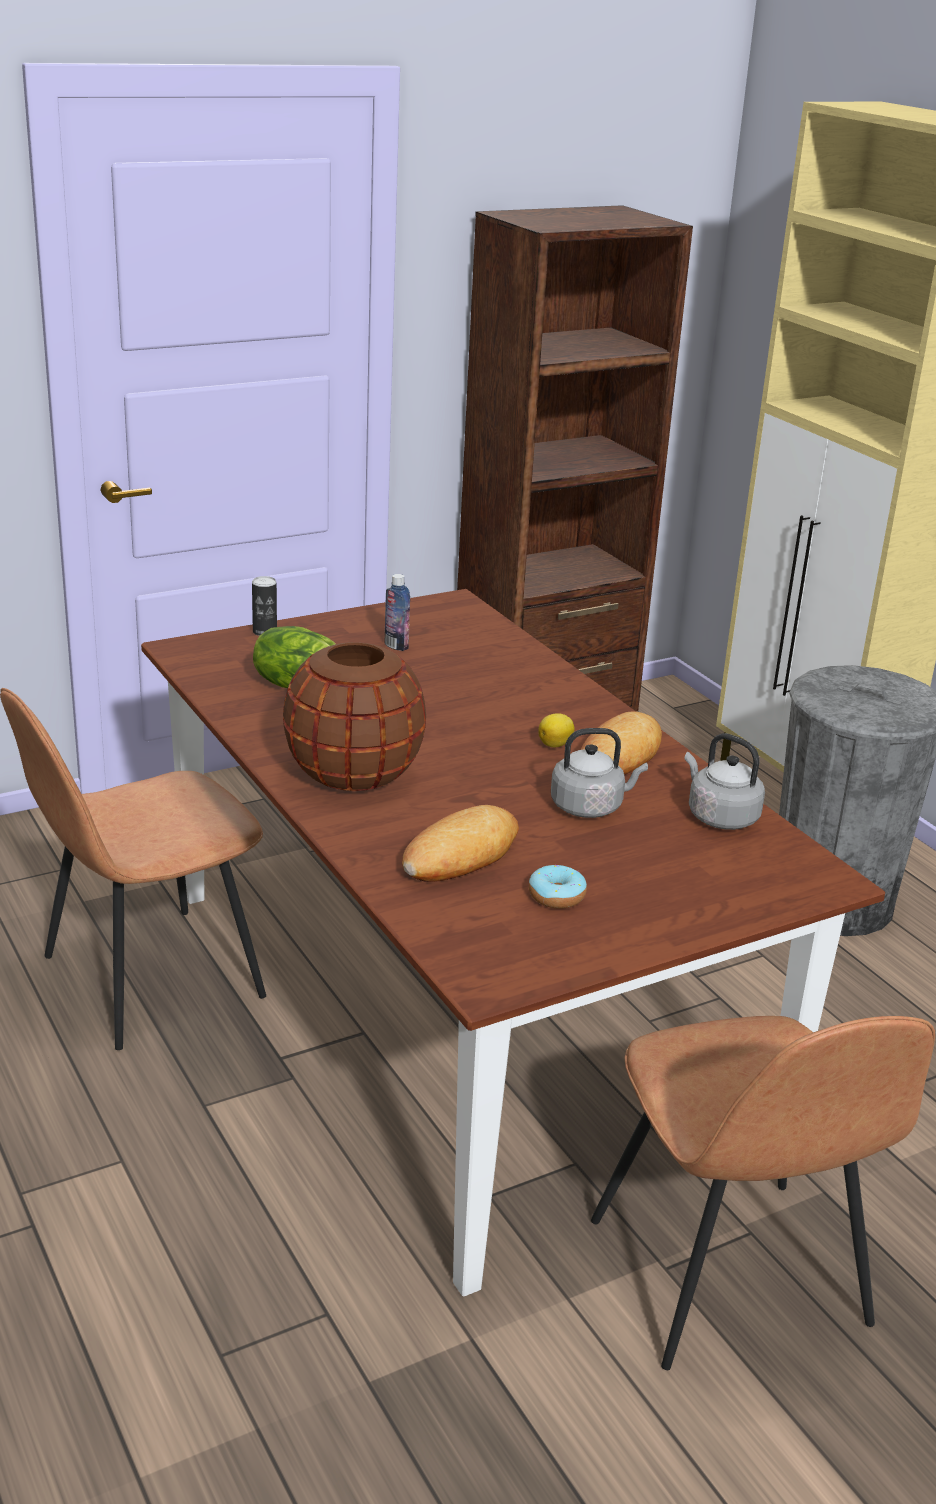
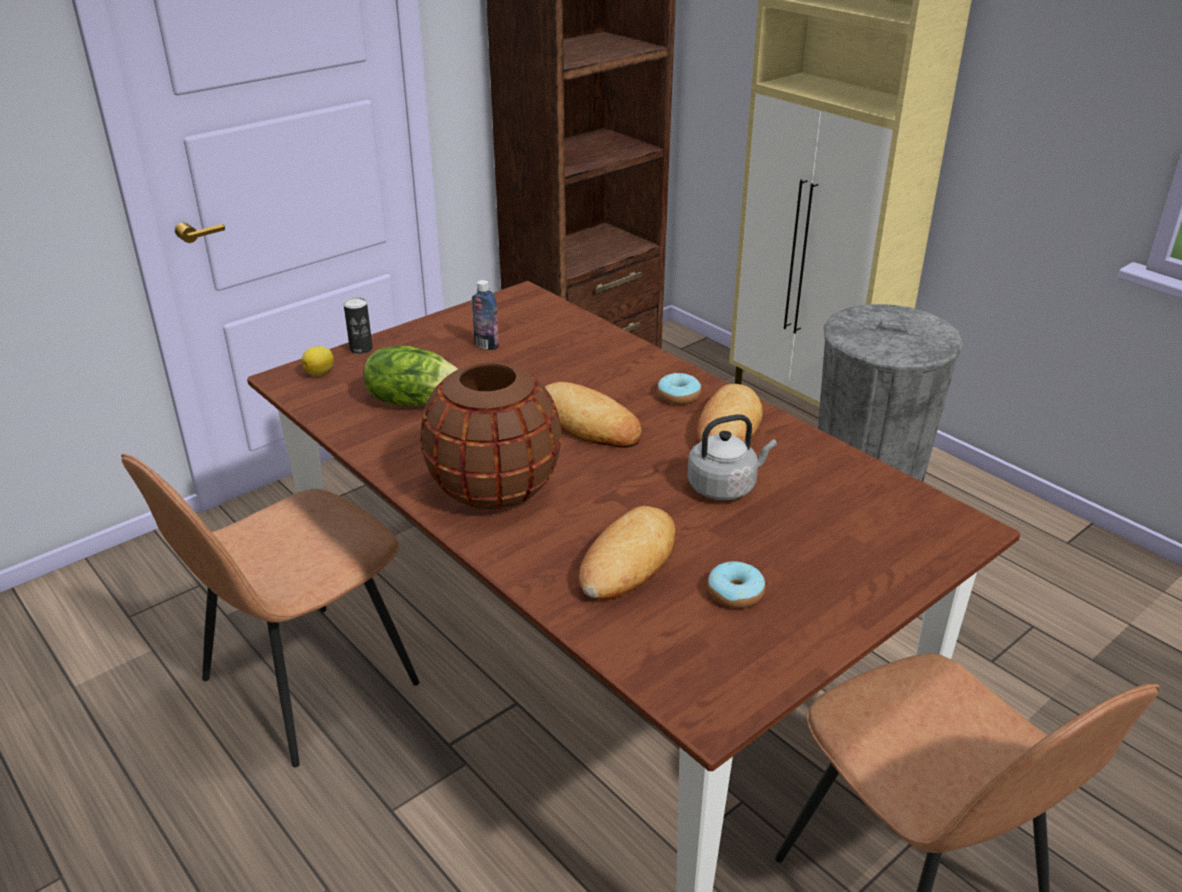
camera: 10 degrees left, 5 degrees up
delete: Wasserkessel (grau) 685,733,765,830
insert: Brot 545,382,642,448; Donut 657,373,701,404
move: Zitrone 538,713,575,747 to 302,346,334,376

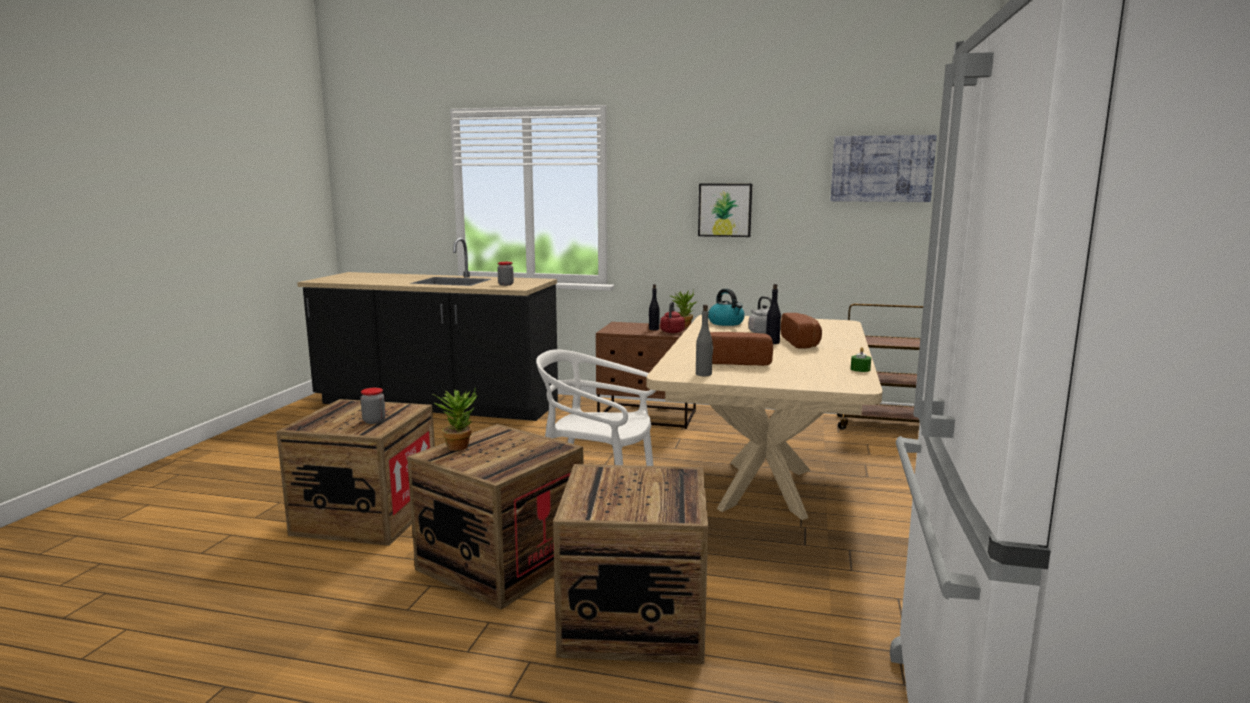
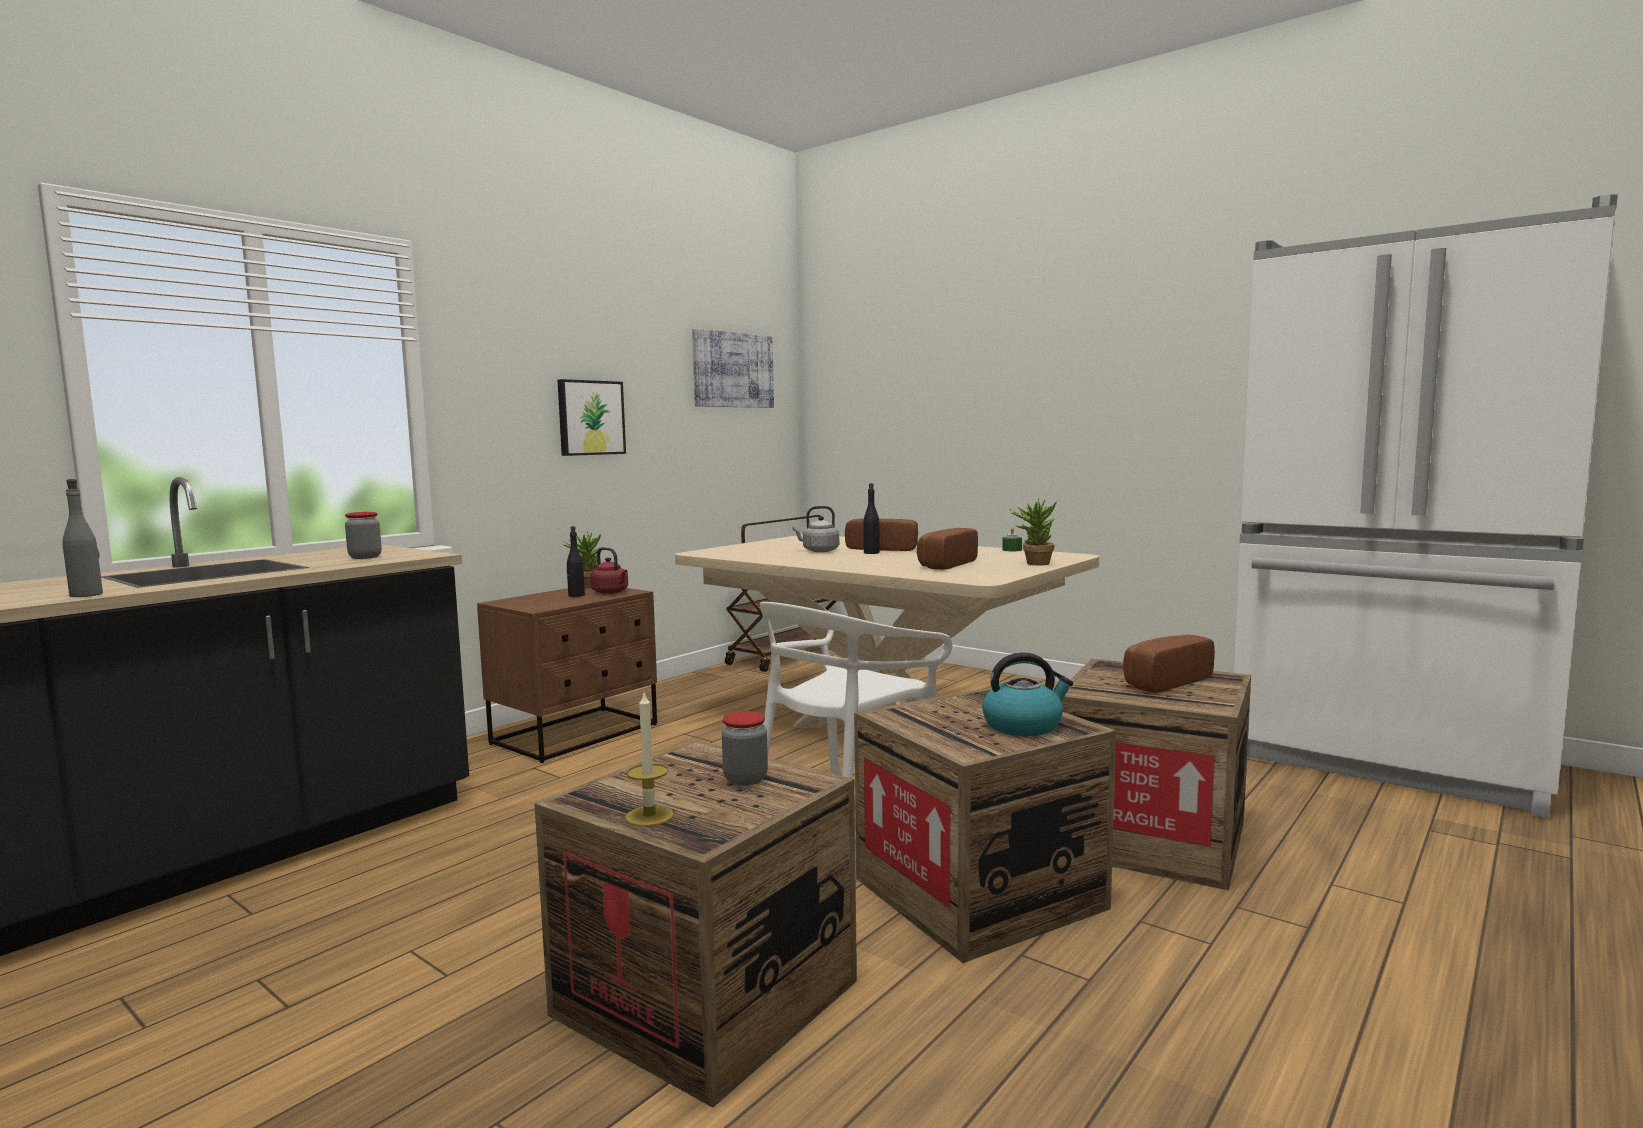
camera: 65 degrees left, 5 degrees down
insert: Kerze 625,693,674,826; Brot 1123,635,1215,693
move: Flasche (grau) 696,305,713,376 to 62,479,103,597; Wasserkessel 708,289,745,326 to 982,652,1073,736; Topfpflanze 432,388,477,451 to 1010,498,1057,566

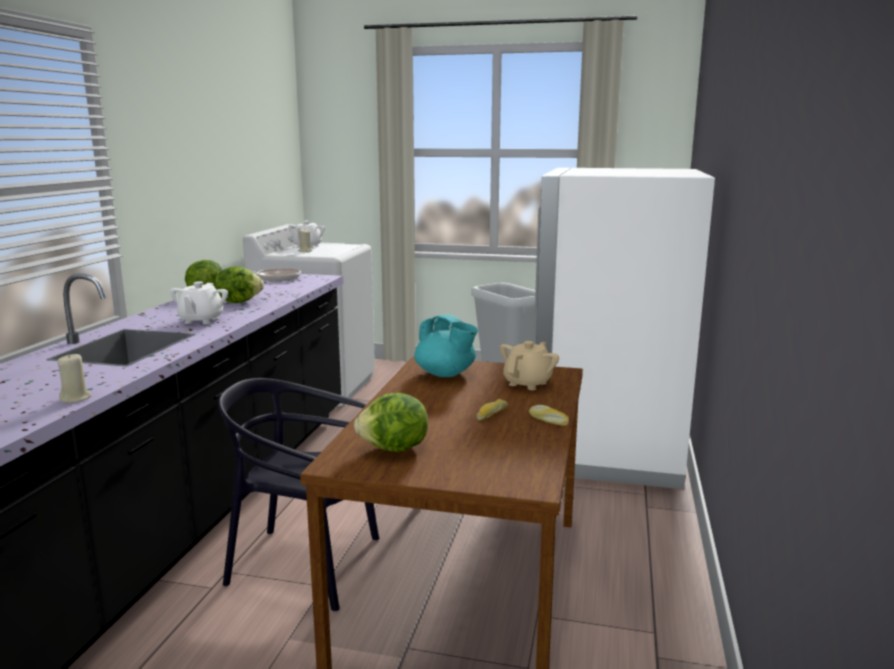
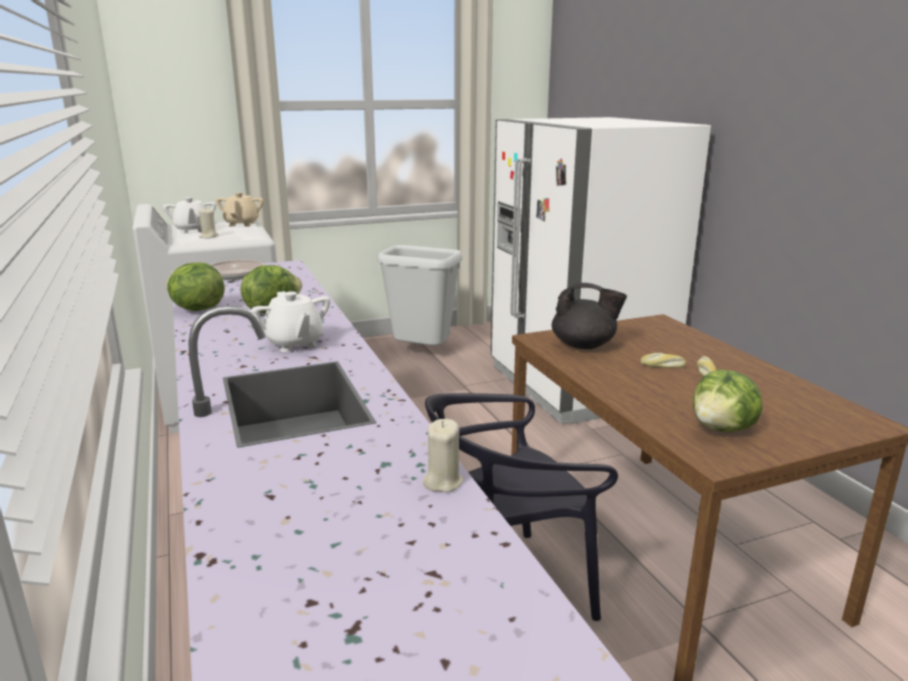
camera: 35 degrees left, 5 degrees up
move: Teekanne (beige) 500,341,559,390 to 216,192,264,227; Brot 529,405,569,426 to 640,353,686,368
recolor: Teekanne (türkis) 414,315,478,377 to Teekanne (schwarz) 552,283,627,349

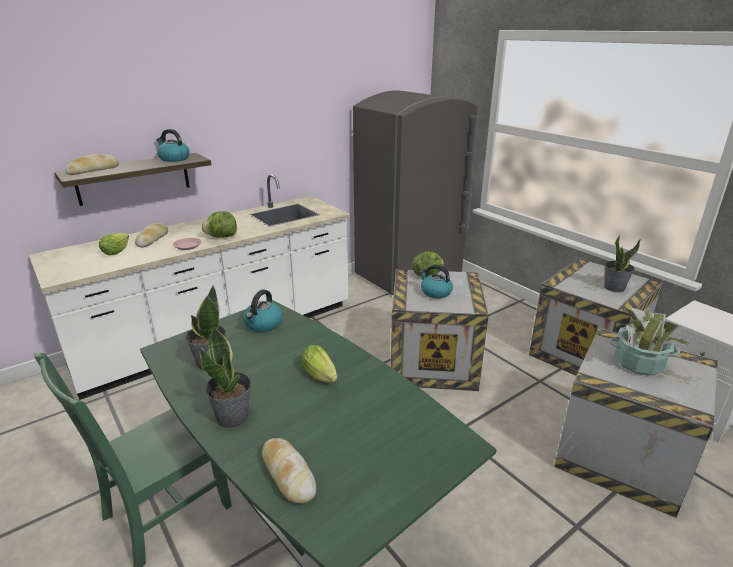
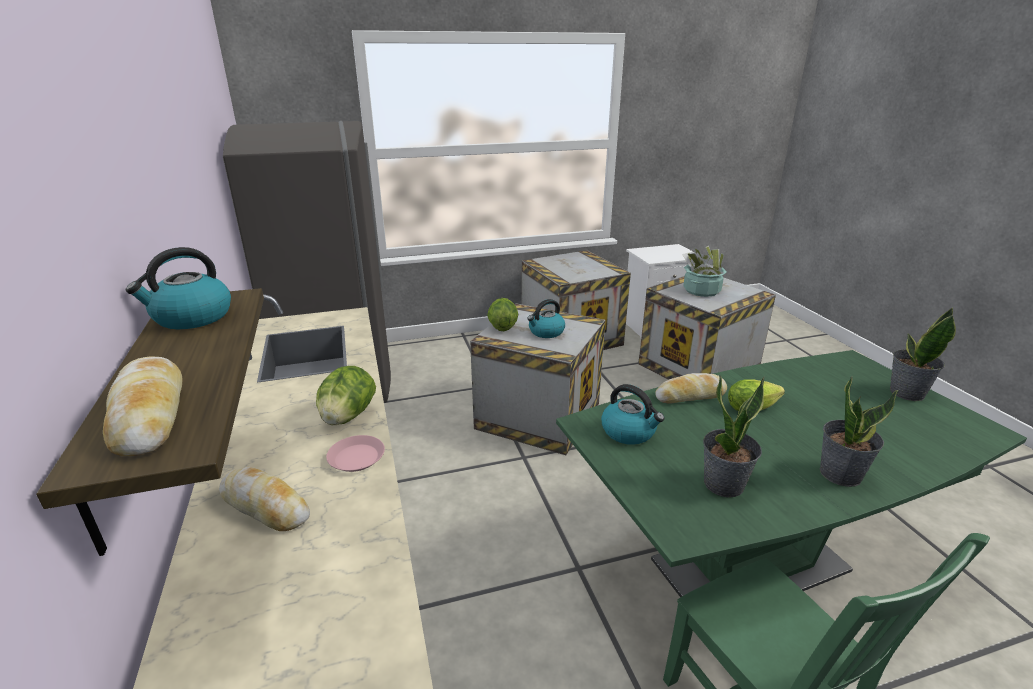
camera: 70 degrees left, 0 degrees up
delete: Salatkopf 99,233,129,255
move: Brot 262,438,316,504 to 655,373,727,404; Topfpflanze 604,235,641,292 to 890,308,956,401

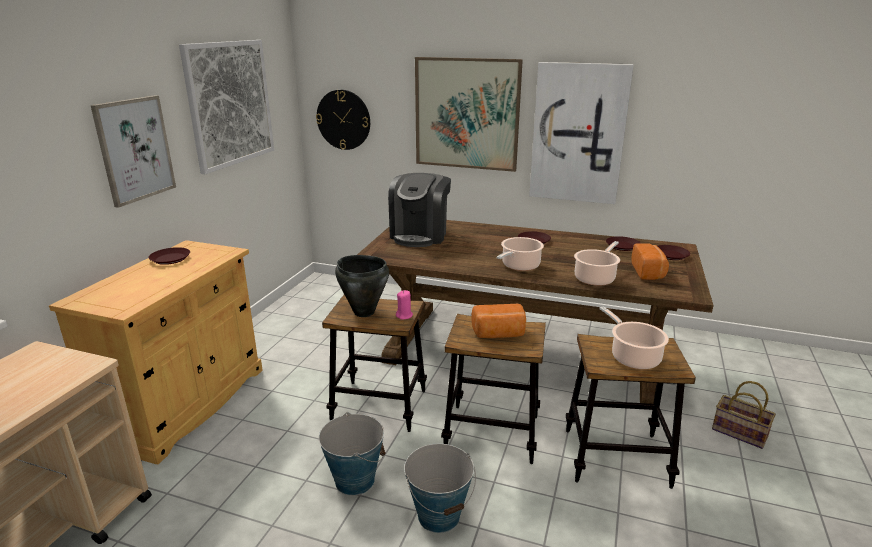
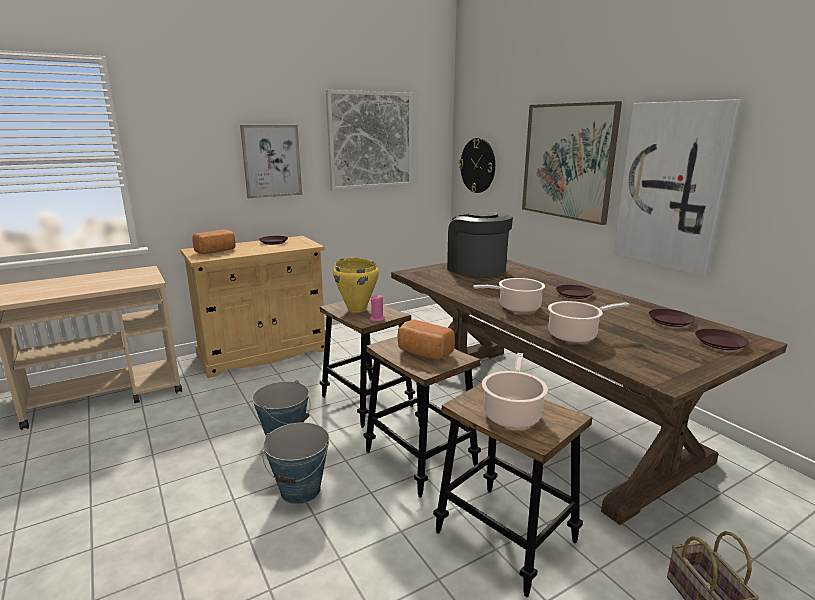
camera: 40 degrees right, 5 degrees down
move: Brot 631,243,669,280 to 192,229,236,254
recolor: Kochtopf (schwarz) 335,255,389,317 to Kochtopf (gelb) 333,257,379,313
rotate: Kaffeemaschine 388,173,451,247 = 447,212,513,277 90 degrees clockwise

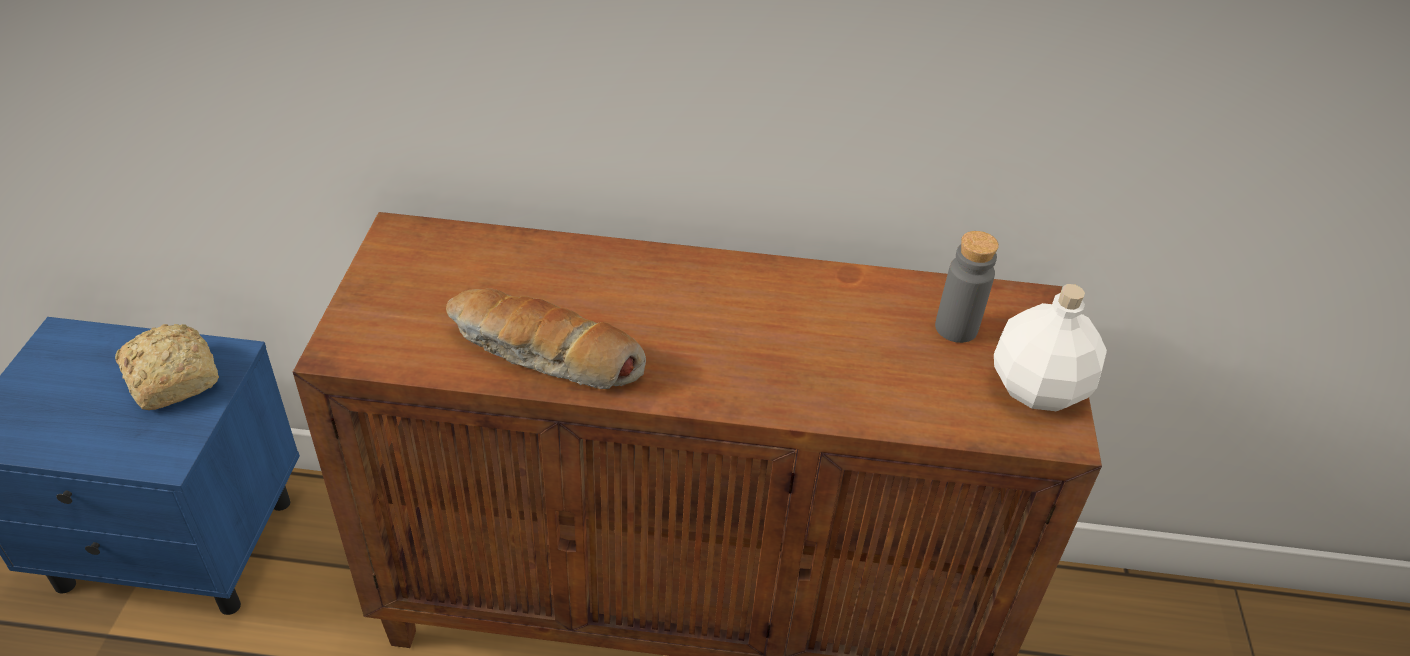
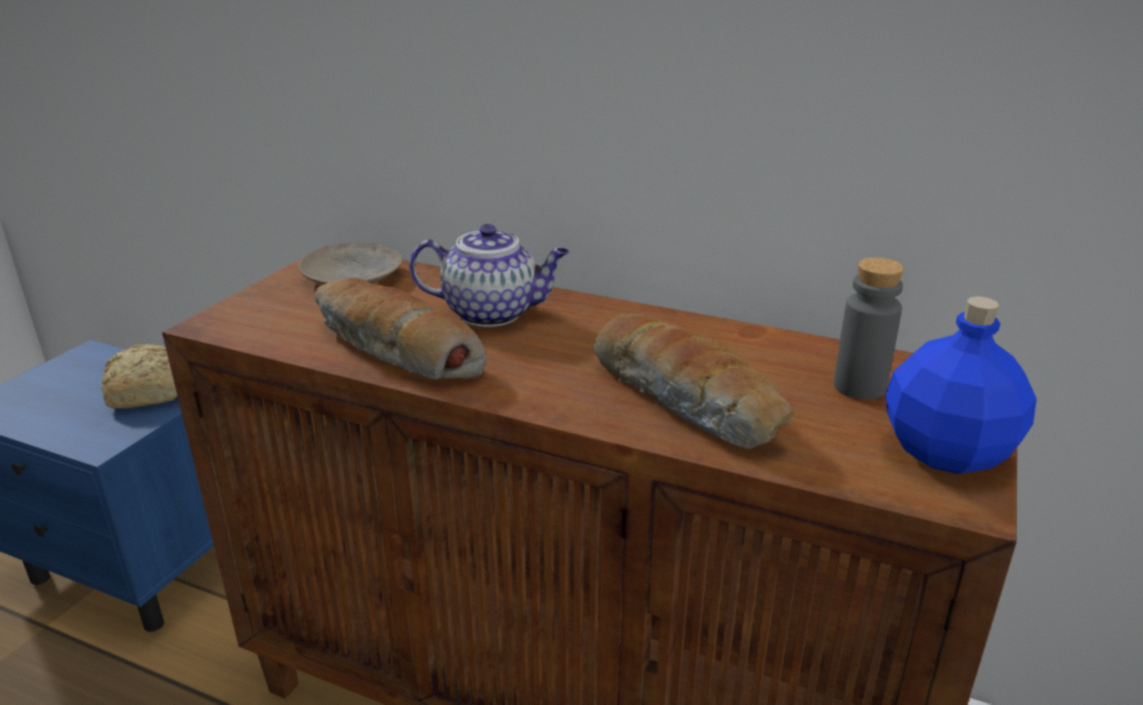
camera: 20 degrees right, 15 degrees down
insert: Teller (beige) 299,242,402,285; Teekanne 409,224,569,327; Brot 594,314,793,449
recolor: Flasche (weiß) 994,284,1107,411 to Flasche (blau) 885,296,1037,474

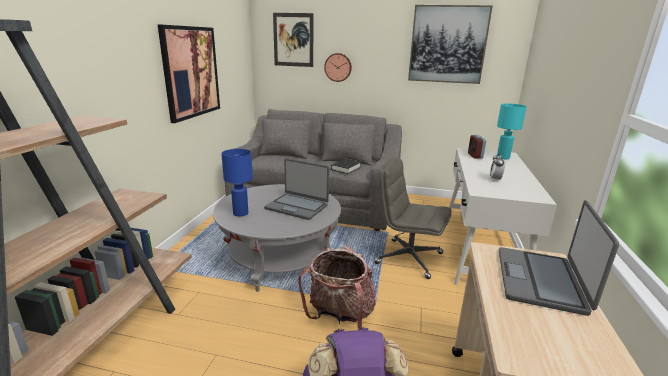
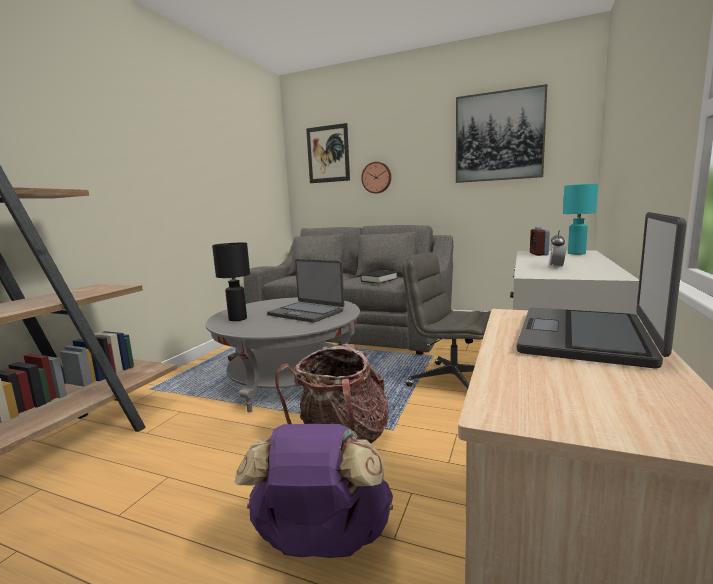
camera: 10 degrees right, 10 degrees down
delete: Bild 157,24,220,123
recolor: Tischlampe (blau) 221,149,253,217 to Tischlampe (schwarz) 212,243,250,321

